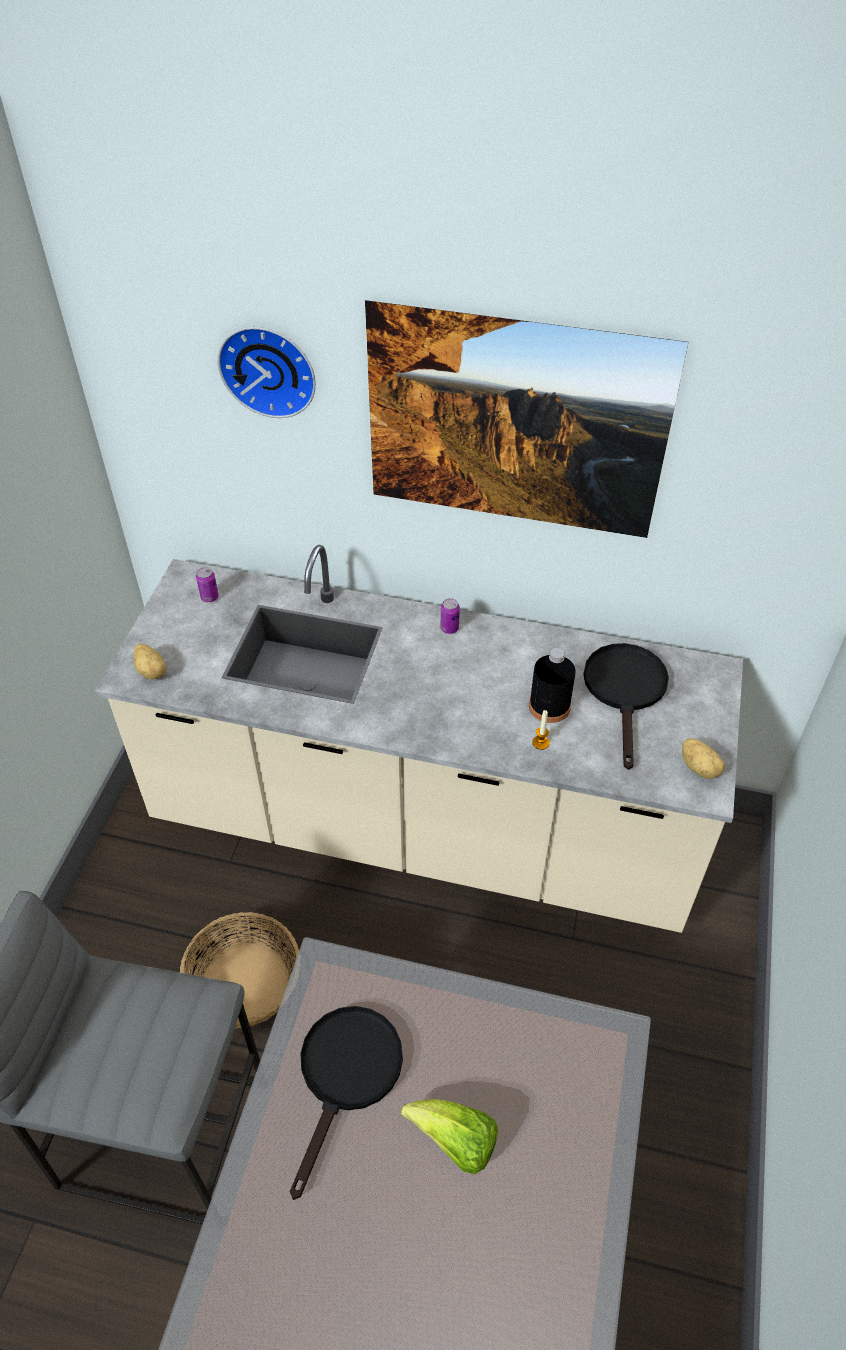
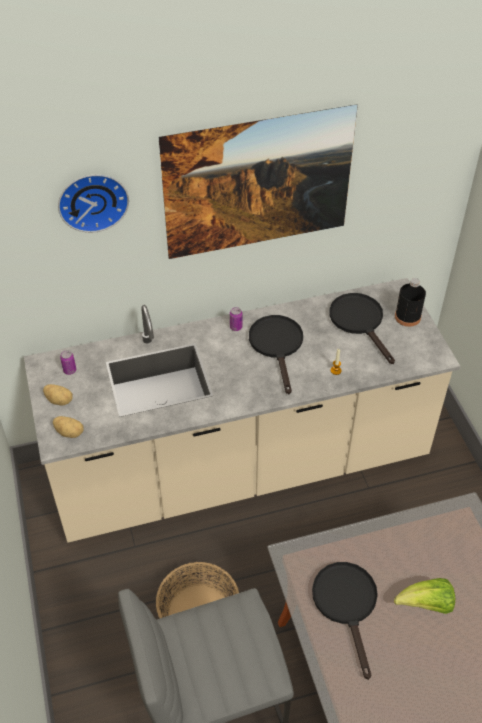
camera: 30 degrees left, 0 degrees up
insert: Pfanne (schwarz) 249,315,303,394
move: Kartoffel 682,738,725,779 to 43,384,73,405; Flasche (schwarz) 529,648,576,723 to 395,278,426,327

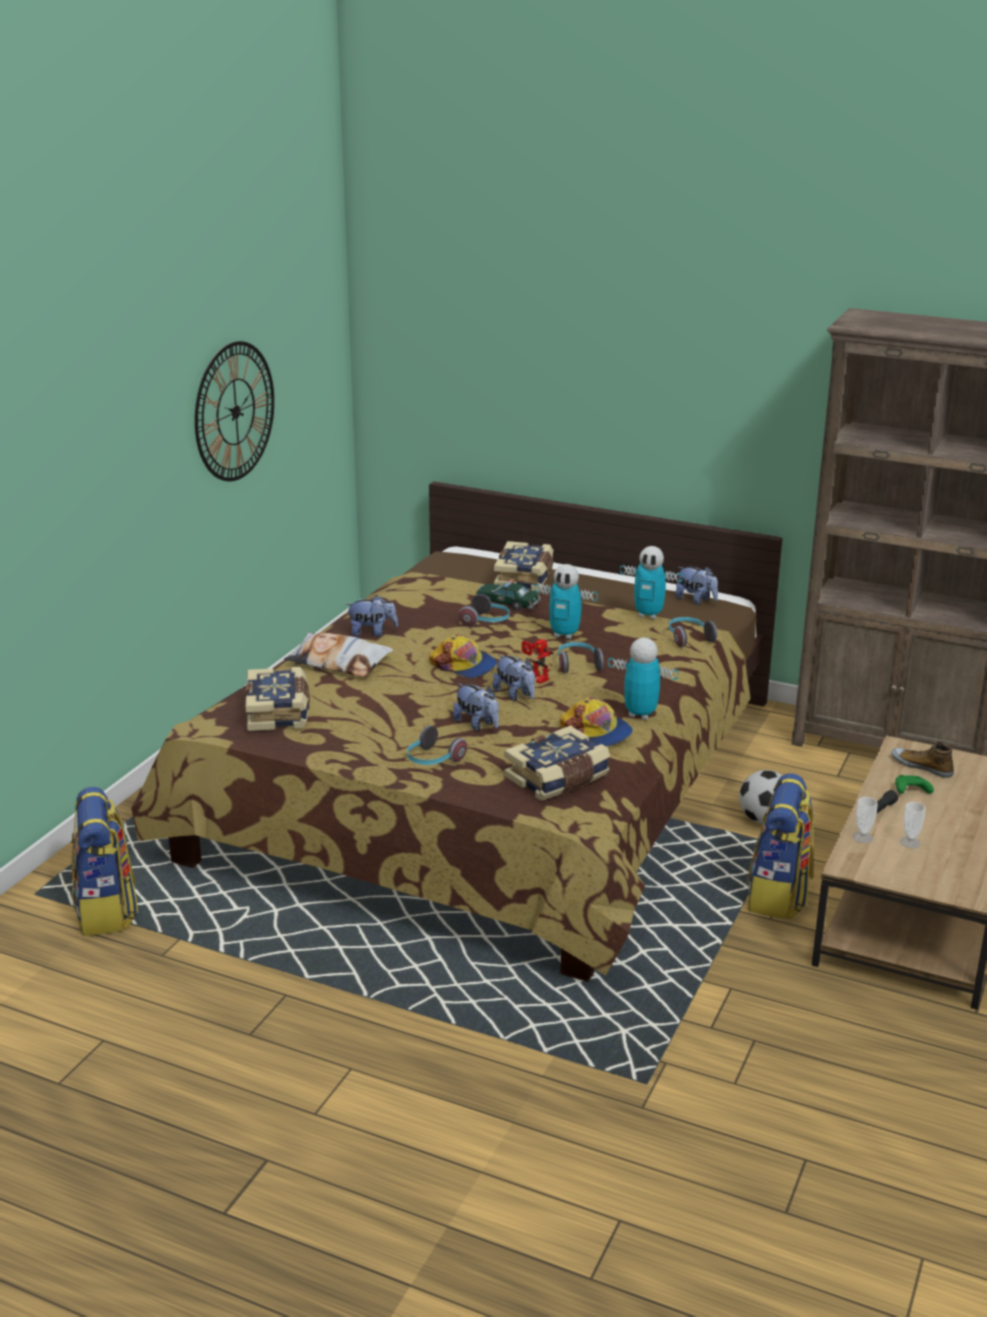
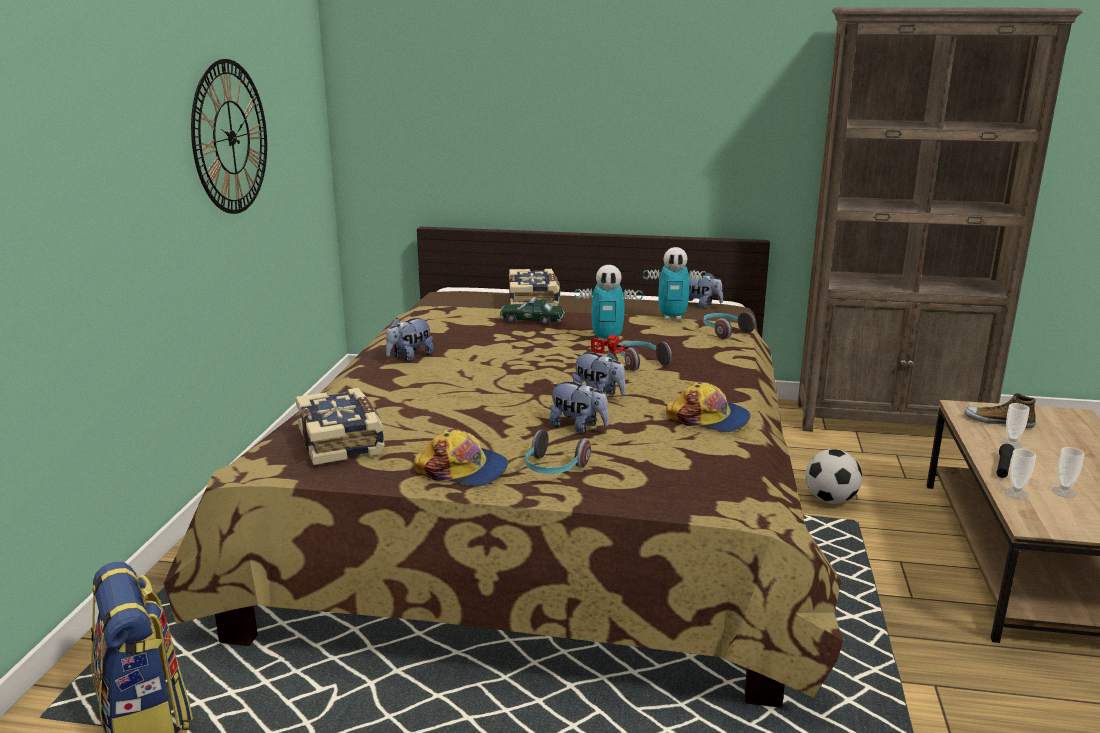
camera: 15 degrees left, 5 degrees down
delete: Kissen 284,632,393,677; Kopfhörer 459,594,510,626; Buch 504,725,610,801; Spielzeugroboter 608,637,678,720; Rucksack 747,773,814,920
move: Kappe 429,635,497,678 to 414,429,508,486
replace: Gamepad (grün) 895,775,934,794 to Tasse 1001,403,1029,449
rotate: Plüschtier 345,595,398,637 = 386,318,434,361 150 degrees clockwise

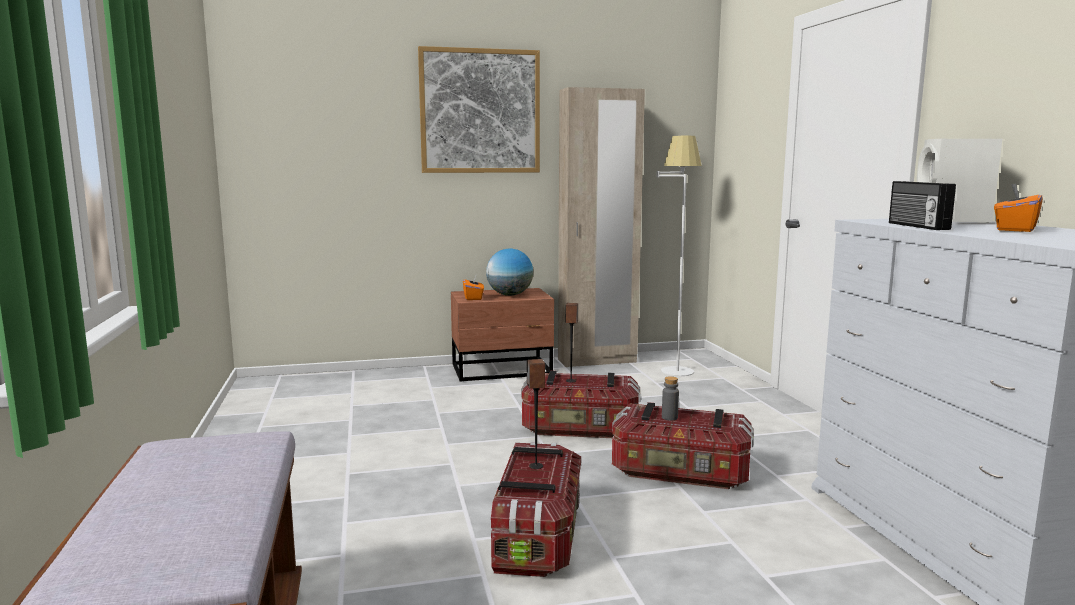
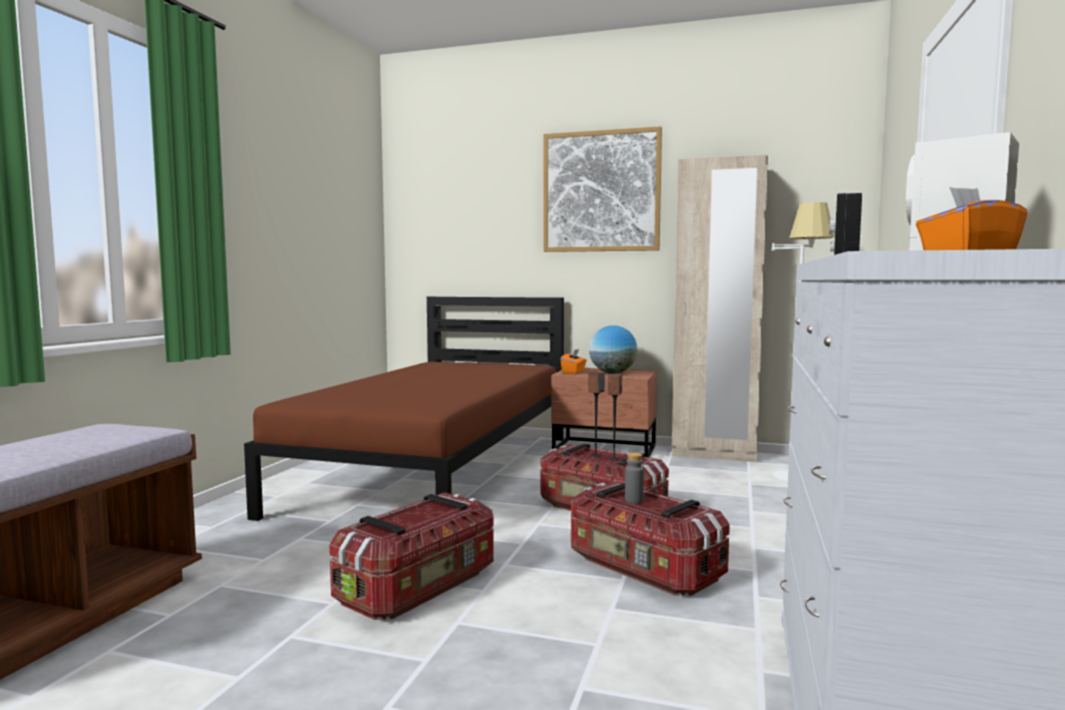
camera: 30 degrees right, 5 degrees down
insert: Bett (braun) 244,297,564,521
move: Lautsprecher 527,359,545,469 to 607,373,622,460

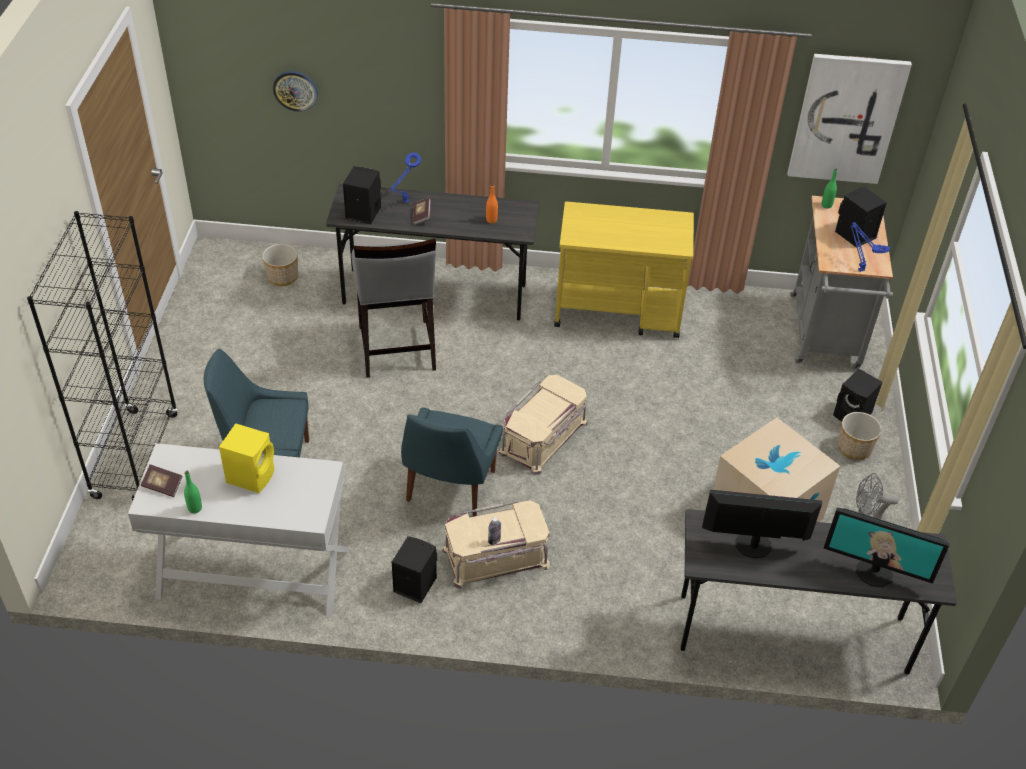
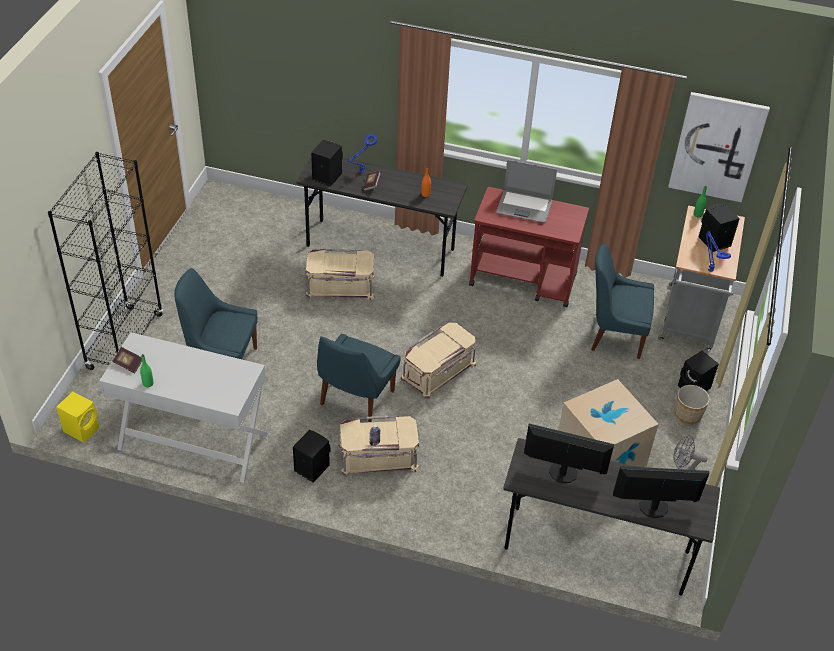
camera: 10 degrees right, 0 degrees up
delete: Pflanzkübel 262,244,298,286; Wanduhr 273,71,318,112
insert: Laptop 496,160,557,223; Stuhl (blau) 591,243,654,359
move: Lautsprecher (gelb) 219,423,275,493 to 56,392,99,443
replace: Hocker (grau) 351,239,436,378 to Aufbewahrungsbox (beige) 305,249,375,300
recolor: Rollwagen (gelb) 554,202,694,338 to Rollwagen (rot) 469,187,589,307
rotate: Monitor 823,508,950,587 = 613,466,710,518 150 degrees clockwise

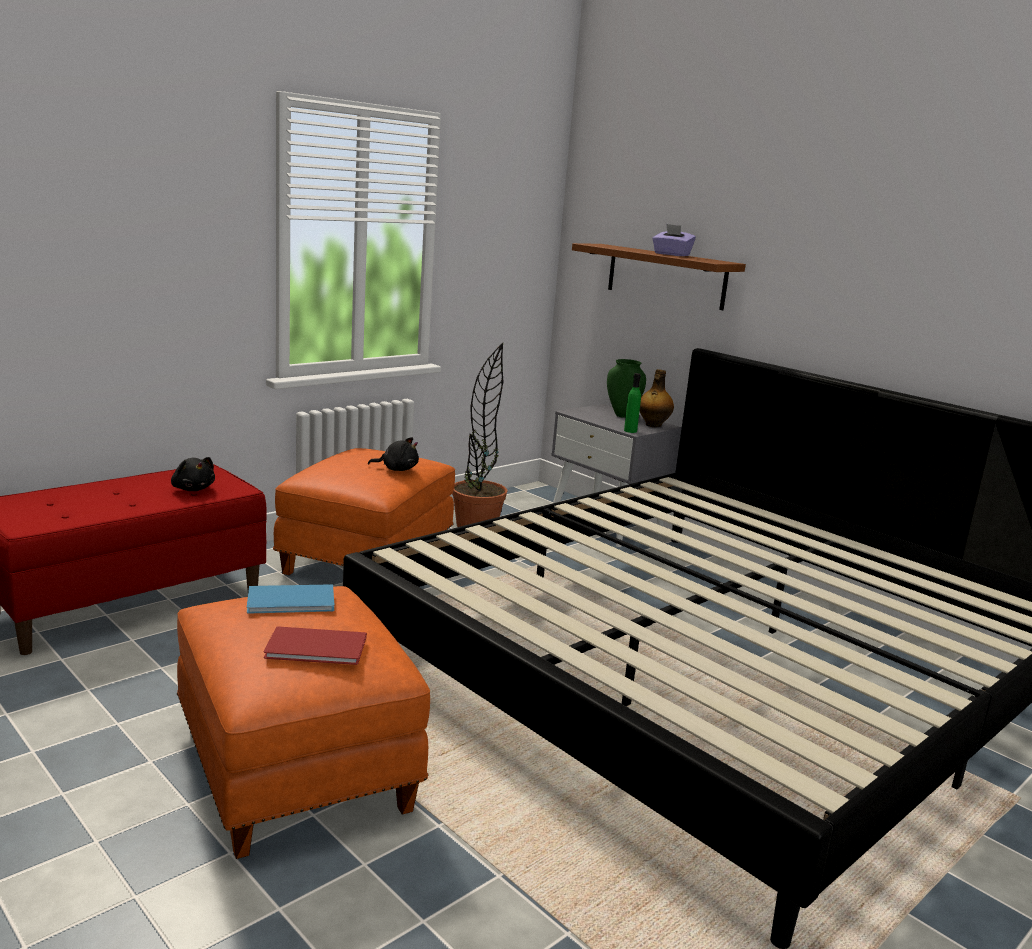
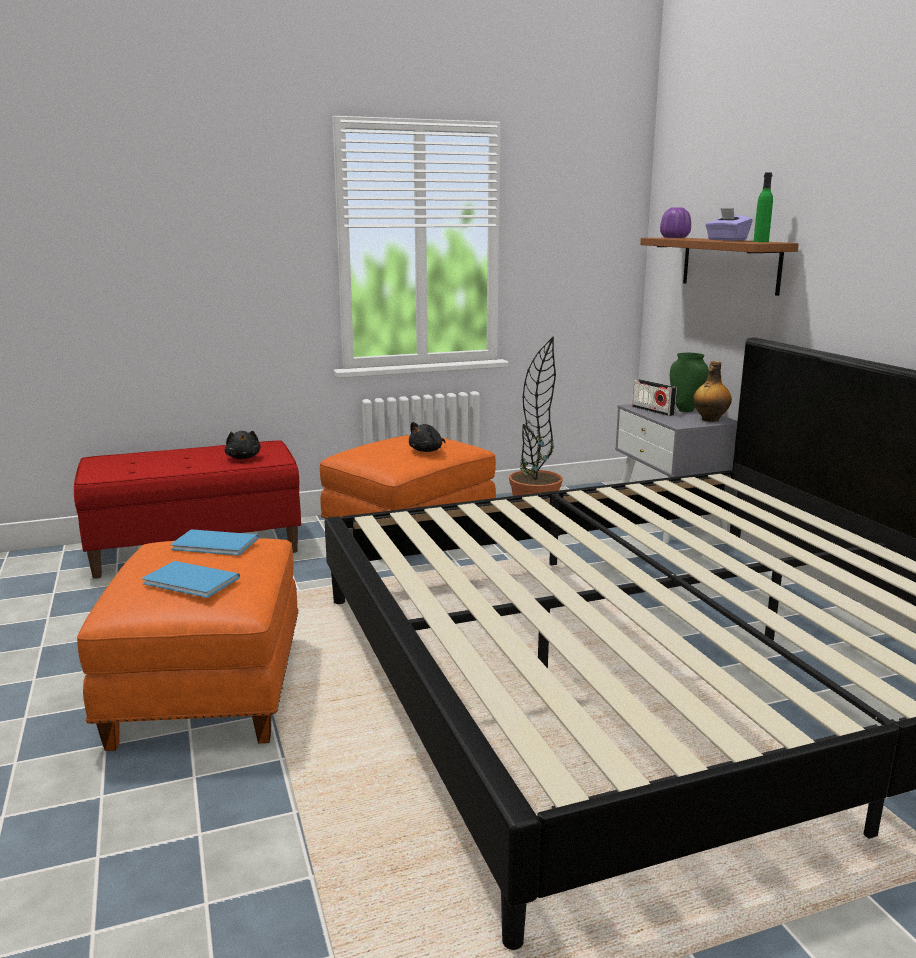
camera: 25 degrees right, 0 degrees up
insert: Radio 632,379,677,416; Vase (lila) 660,207,691,238
move: Flasche (grün) 624,373,641,433 to 754,172,773,242
recolor: Buch (rot) 264,626,367,665 to Buch (blau) 142,561,240,598
rotate: Plüschtier (schwarz) 368,437,419,471 = 409,422,445,452 105 degrees clockwise

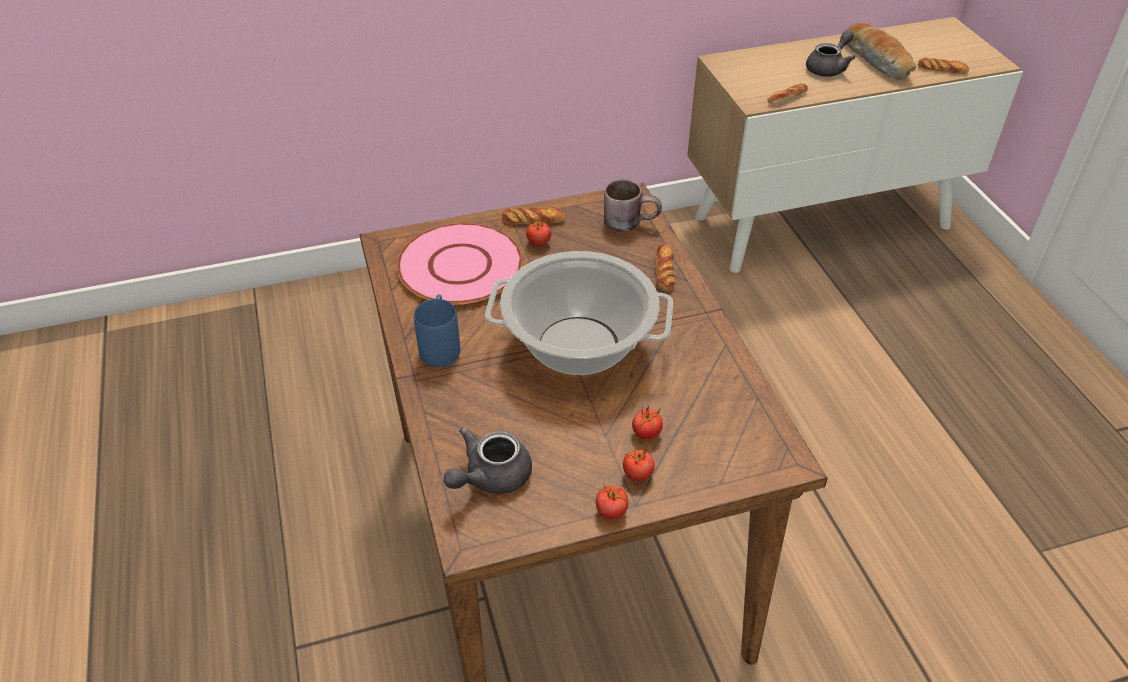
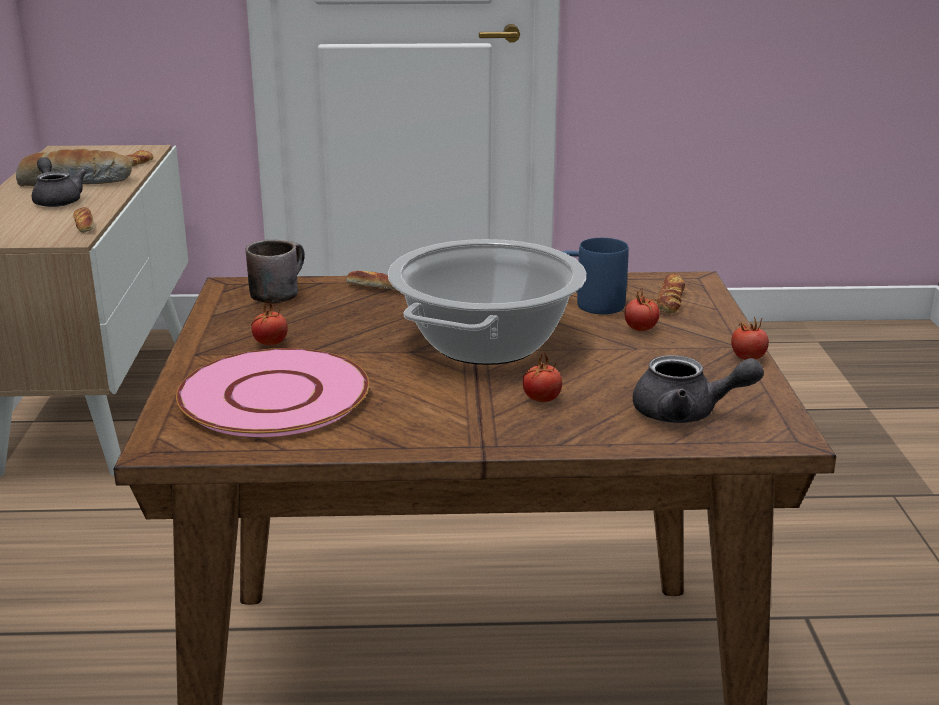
camera: 75 degrees left, 20 degrees down
move: Tomate 623,448,655,482 to 523,351,562,402; Henkelbecher (blau) 414,294,460,367 to 561,238,629,314; Brot 502,207,565,224 to 657,274,685,314
rotate: Teekanne (grau) 444,427,532,494 = 633,355,764,423 45 degrees counterclockwise

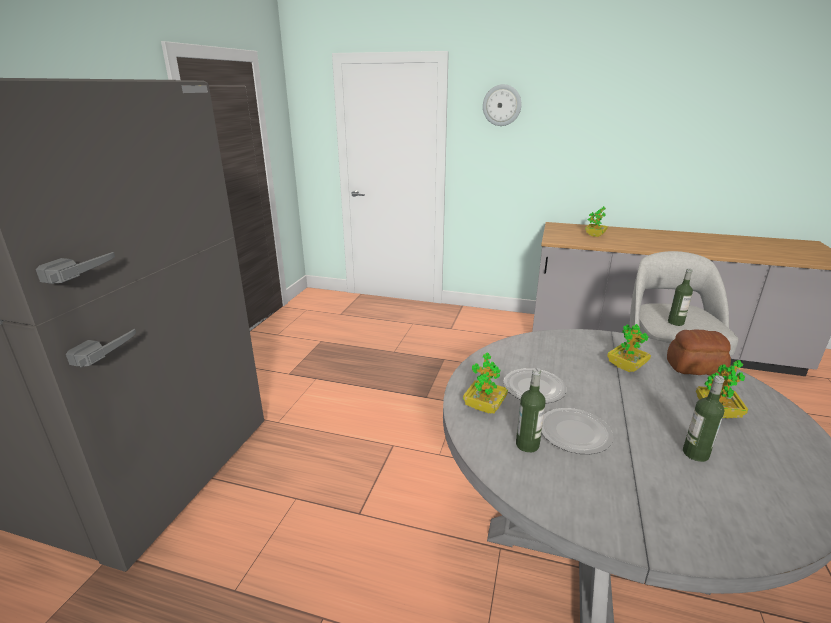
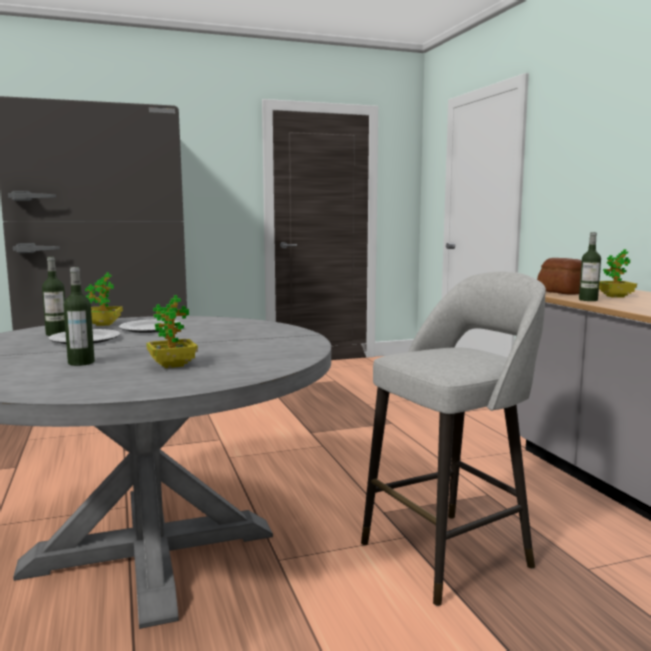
camera: 55 degrees right, 15 degrees down
delete: Wanduhr 483,84,522,126; Topfpflanze 607,324,651,372
move: Brot 667,329,731,376 to 537,258,582,295; Flasche 668,268,693,326 to 579,232,601,301

